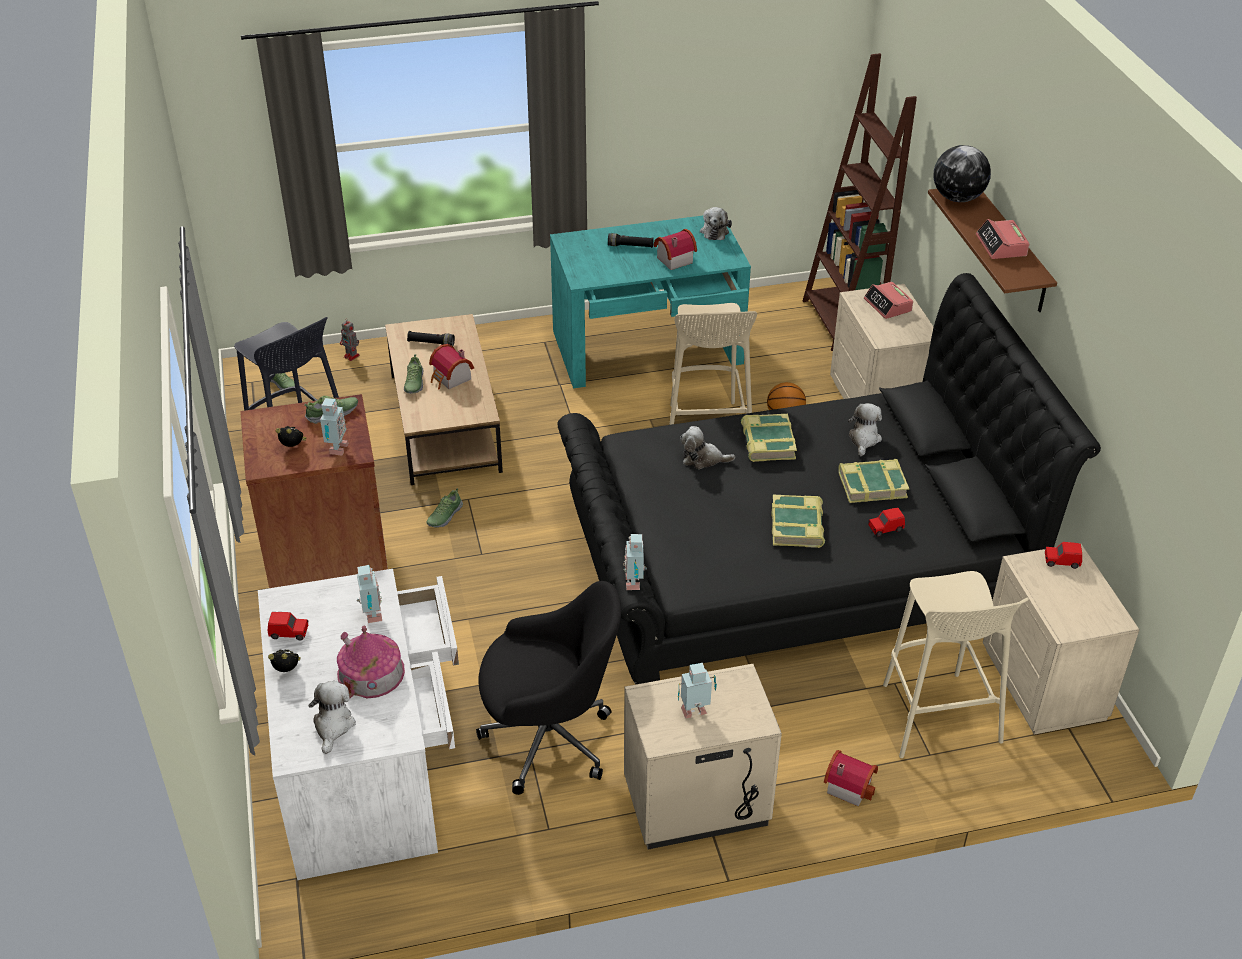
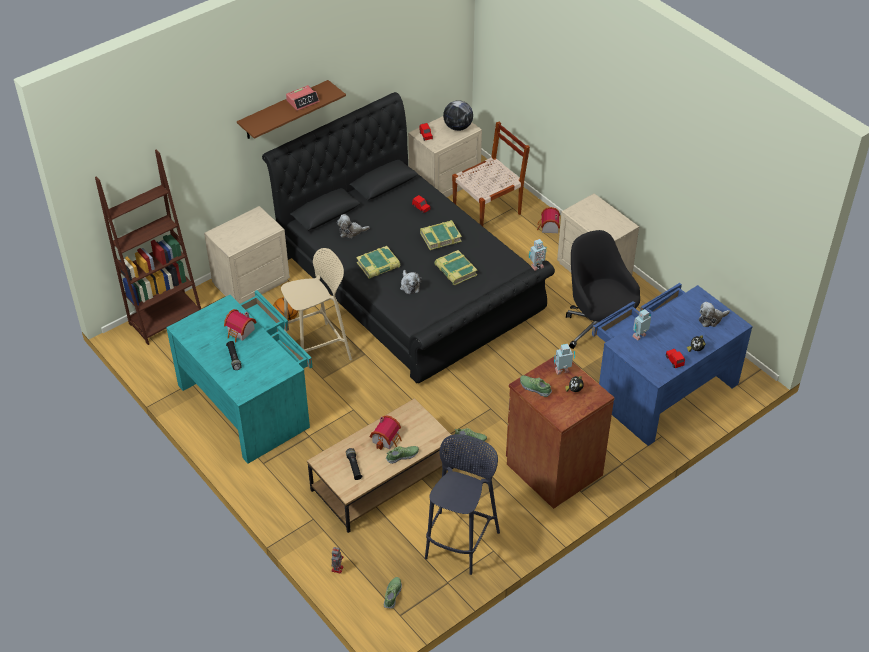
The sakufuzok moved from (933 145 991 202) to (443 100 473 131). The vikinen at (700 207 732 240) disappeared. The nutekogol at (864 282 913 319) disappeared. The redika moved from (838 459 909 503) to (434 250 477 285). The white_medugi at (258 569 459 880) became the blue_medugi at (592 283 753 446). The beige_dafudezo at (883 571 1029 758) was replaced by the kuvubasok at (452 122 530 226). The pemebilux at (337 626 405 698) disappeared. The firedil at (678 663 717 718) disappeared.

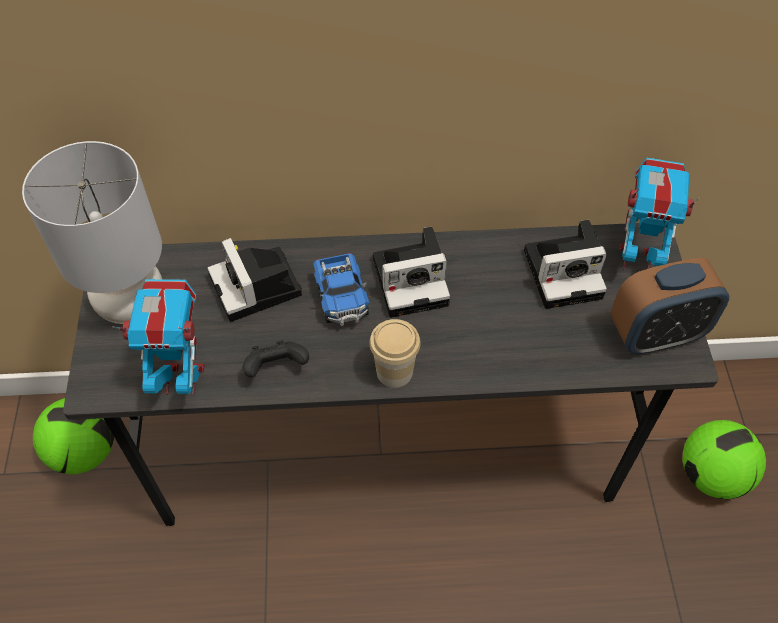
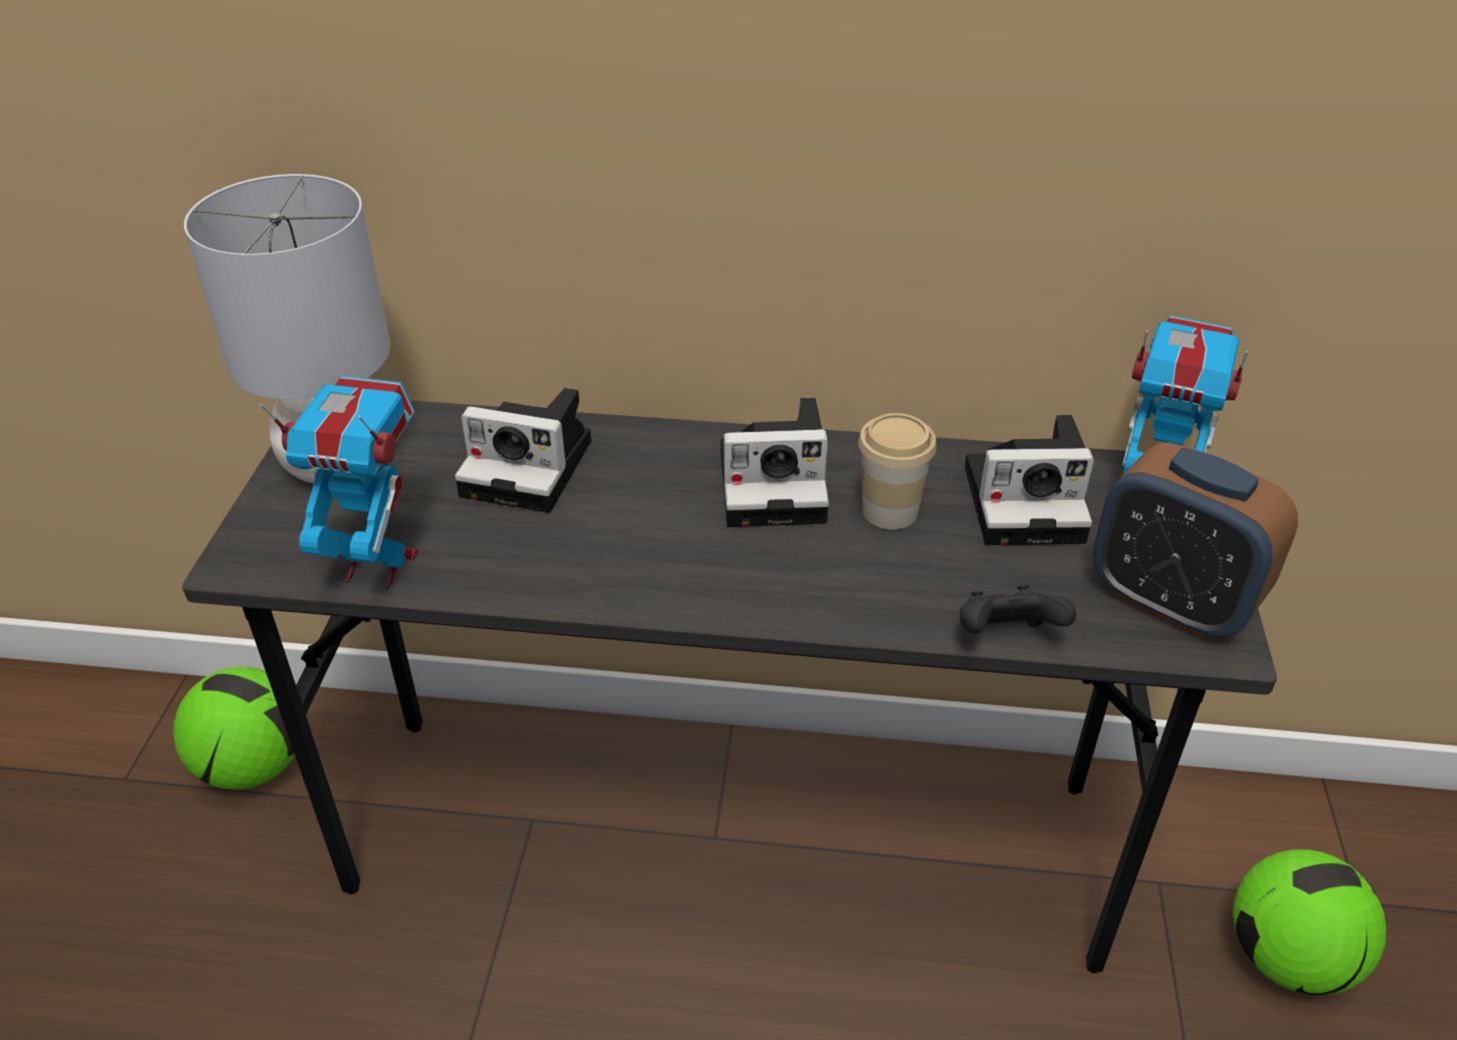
The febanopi at (207 238 302 322) turned 60 degrees counterclockwise. The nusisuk at (313 253 369 326) disappeared. The nutekogol at (610 257 729 354) turned 45 degrees clockwise. The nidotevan moved from (369 319 421 388) to (858 413 937 529). The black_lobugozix moved from (243 340 309 377) to (960 585 1076 634).

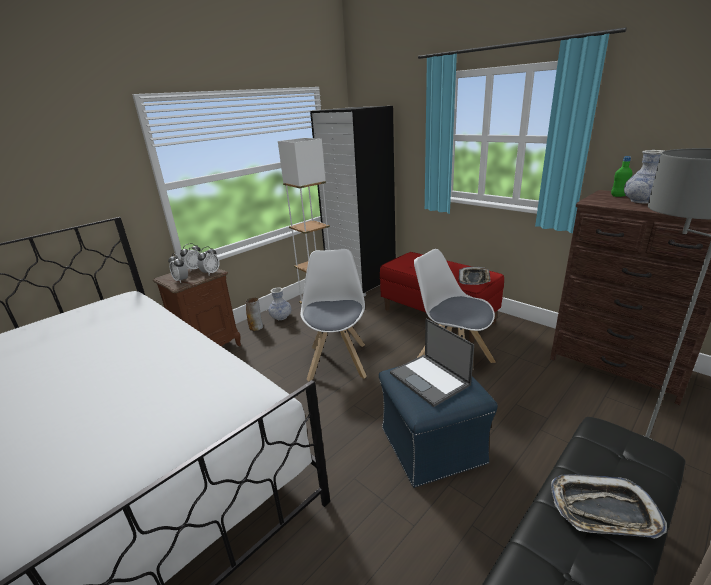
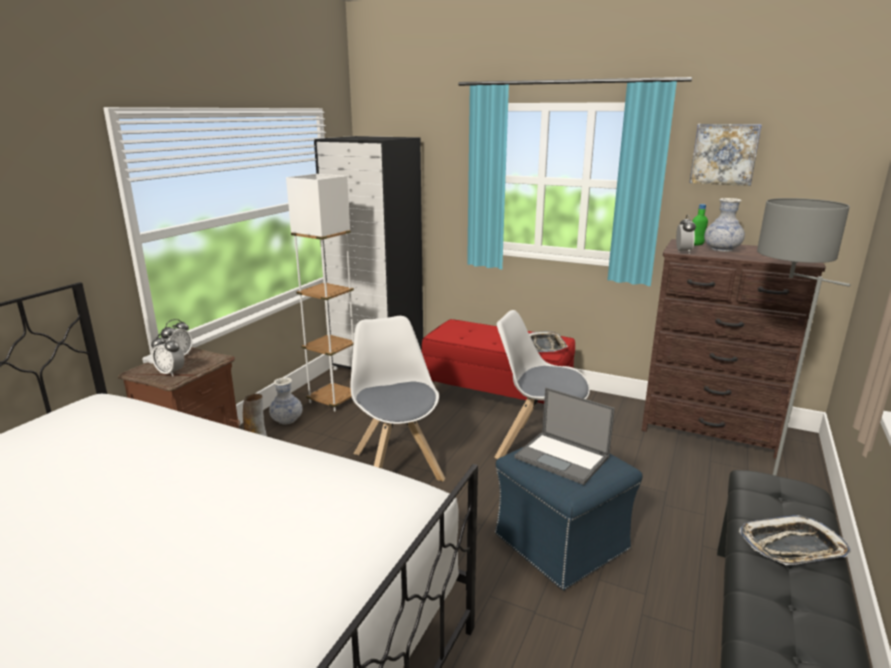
The nutekogol moved from (198 247 220 275) to (676 215 696 254). The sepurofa at (690 124 762 186) appeared.

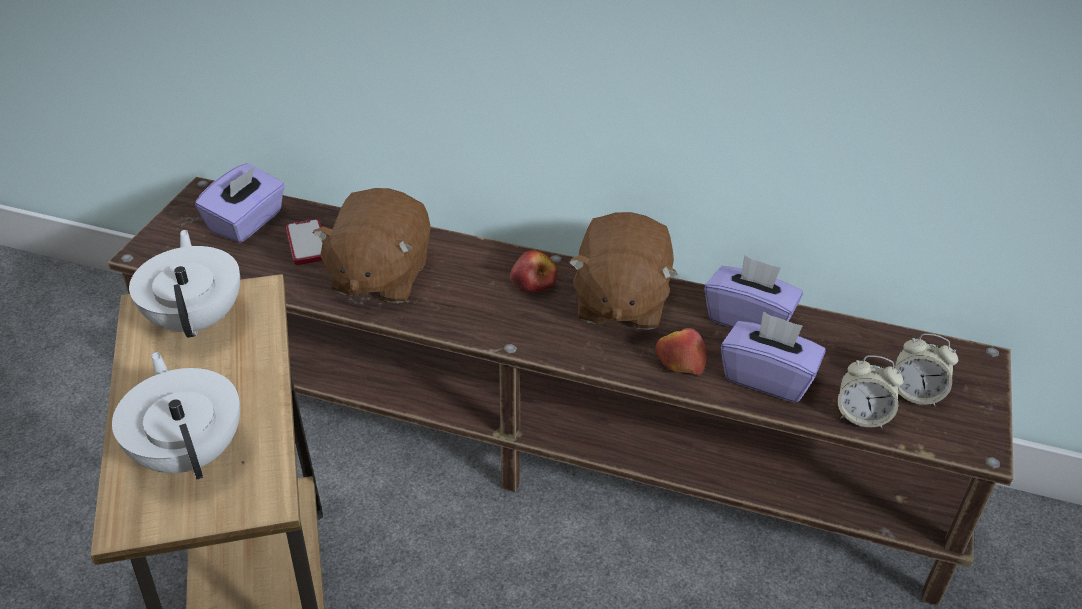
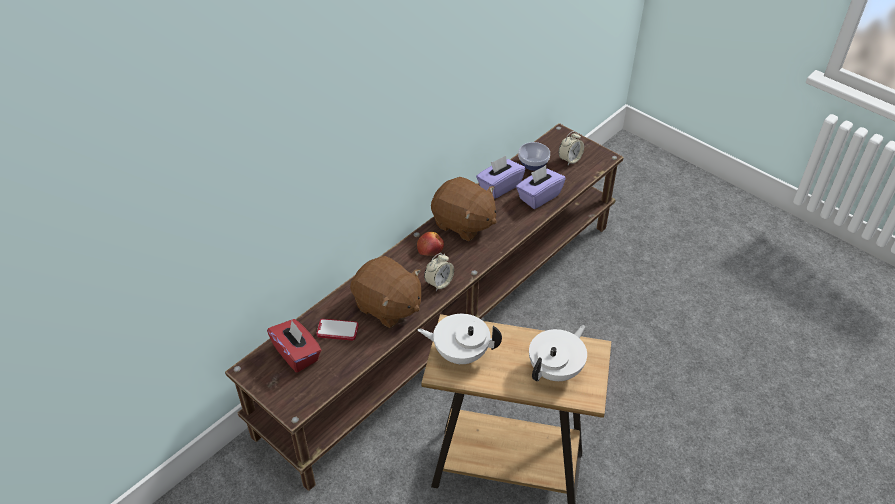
The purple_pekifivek at (195 163 285 243) became the red_pekifivek at (267 319 321 373). The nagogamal at (655 328 706 376) disappeared. The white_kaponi at (112 352 240 480) turned 135 degrees clockwise. The nutekogol moved from (837 356 904 428) to (424 253 454 291). The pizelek at (518 142 550 171) appeared.

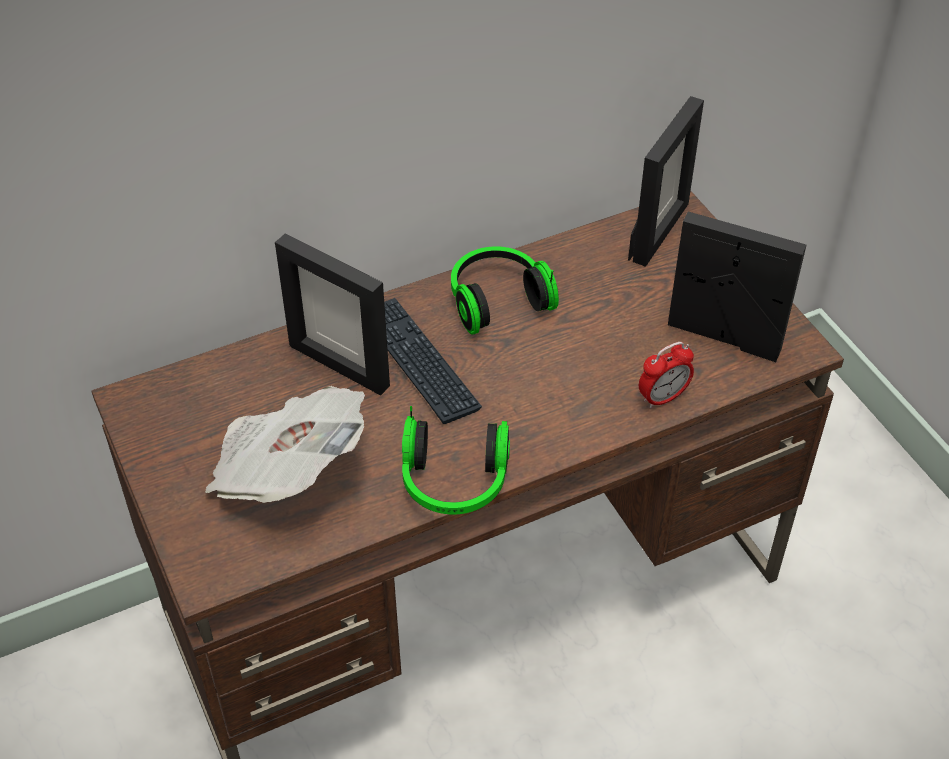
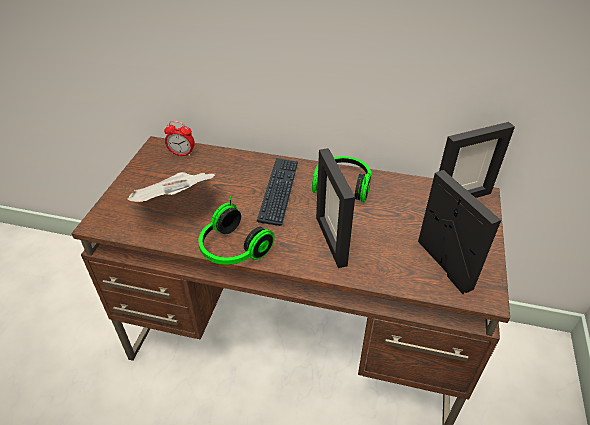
The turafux moved from (275 233 390 395) to (316 148 355 268). The nutekogol moved from (639 342 694 409) to (164 121 195 156).

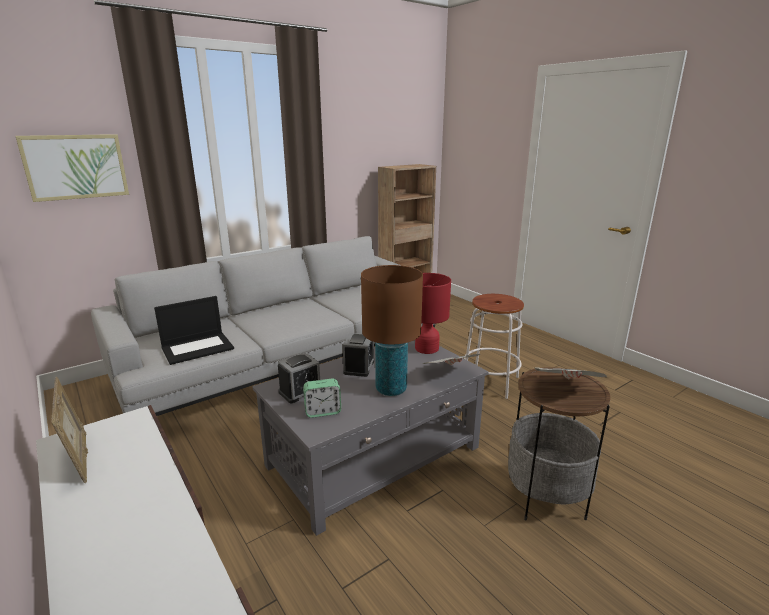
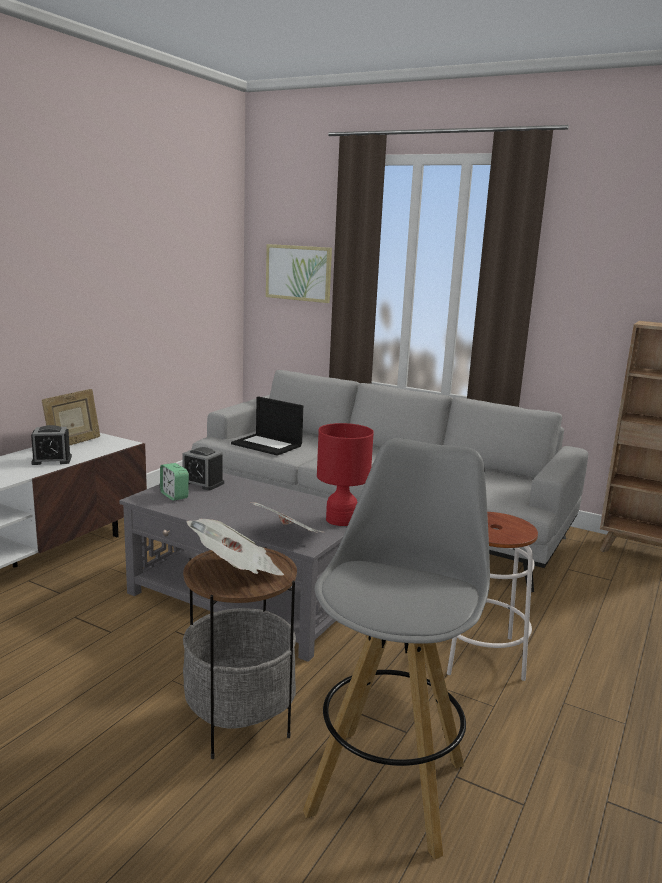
The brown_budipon at (361 265 423 396) disappeared. The nutekogol moved from (343 333 374 377) to (31 425 72 465). The grey_dafudezo at (303 438 490 860) appeared.

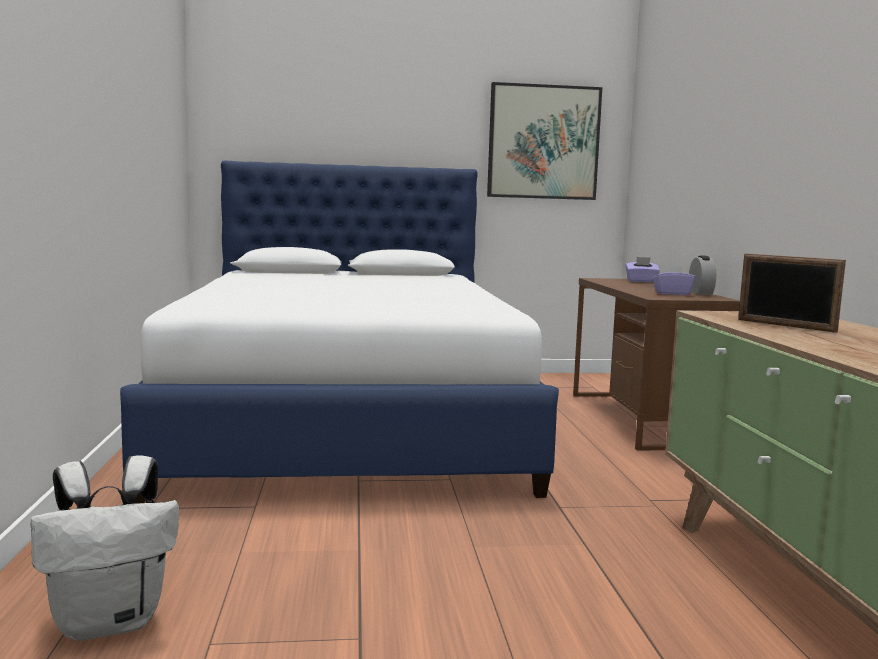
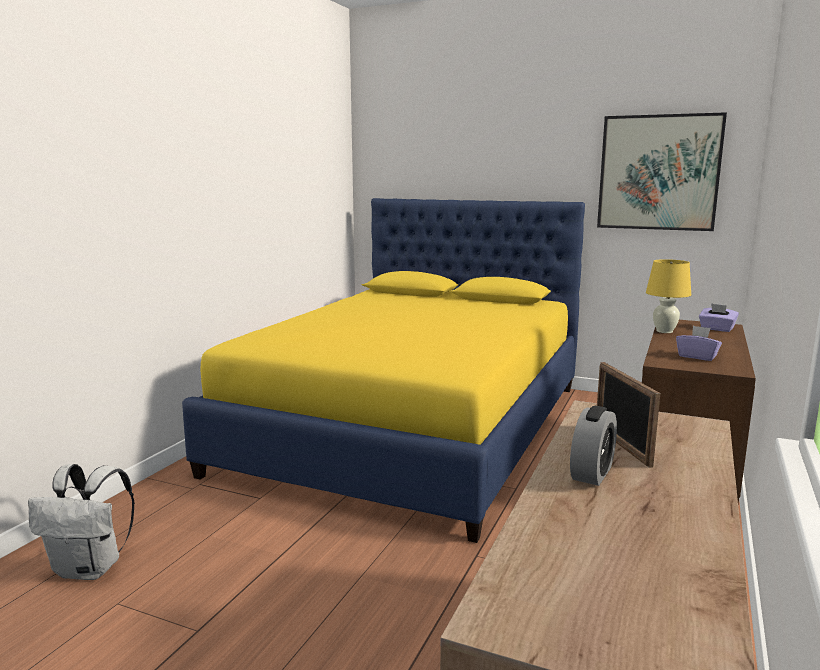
The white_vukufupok at (120 161 559 504) became the yellow_vukufupok at (182 198 585 543). The nutekogol moved from (689 256 716 295) to (570 406 617 486). The yellow_budipon at (646 259 691 333) appeared.

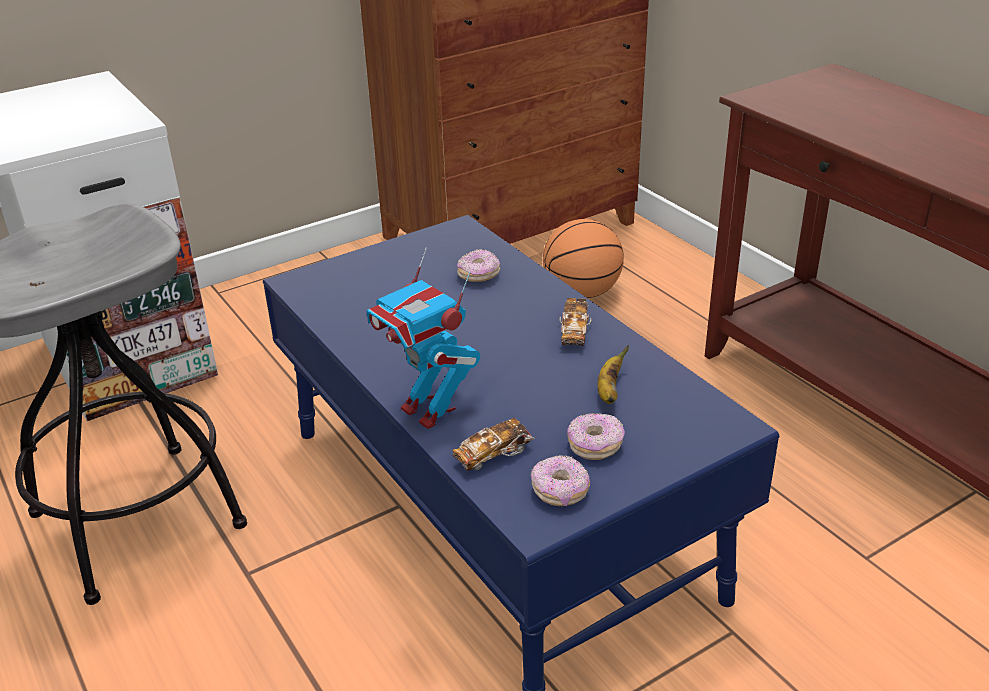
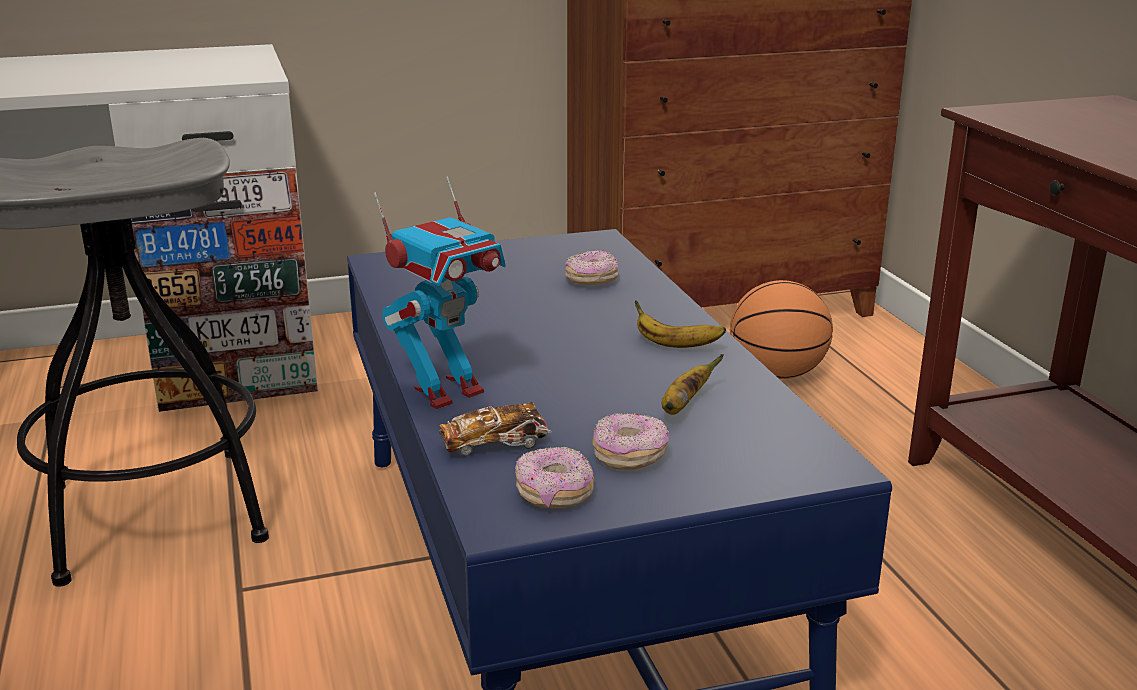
The firedil at (367 247 480 429) turned 105 degrees counterclockwise. The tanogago at (559 298 592 346) was replaced by the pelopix at (635 301 726 348).

